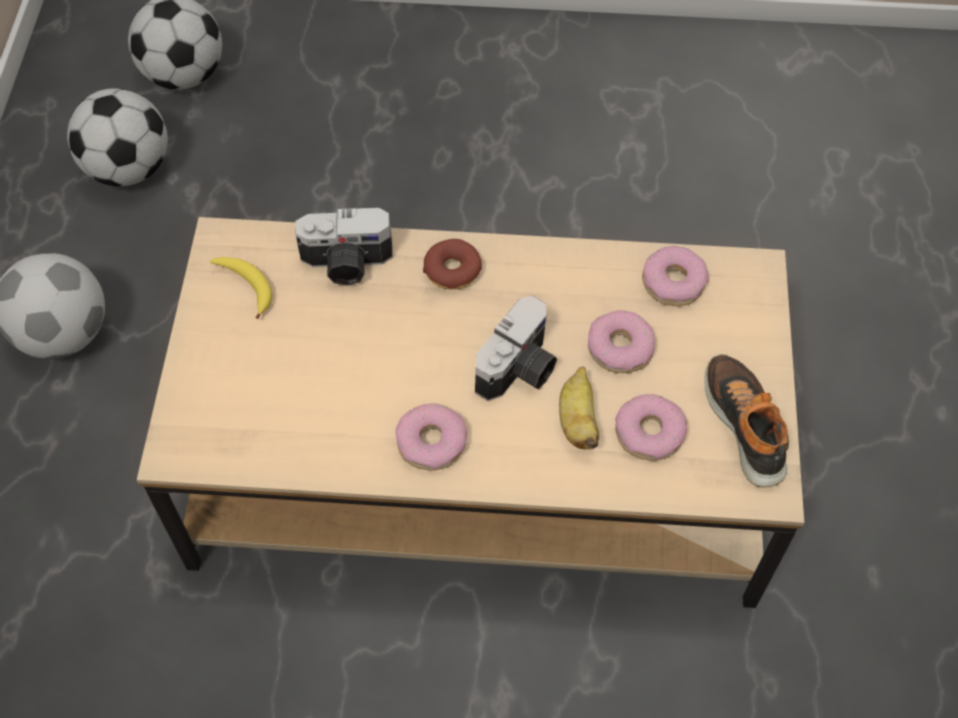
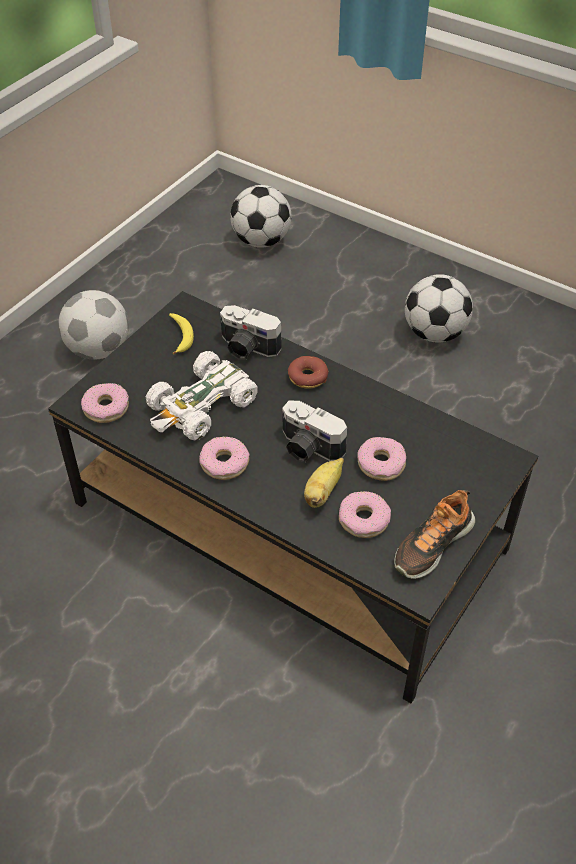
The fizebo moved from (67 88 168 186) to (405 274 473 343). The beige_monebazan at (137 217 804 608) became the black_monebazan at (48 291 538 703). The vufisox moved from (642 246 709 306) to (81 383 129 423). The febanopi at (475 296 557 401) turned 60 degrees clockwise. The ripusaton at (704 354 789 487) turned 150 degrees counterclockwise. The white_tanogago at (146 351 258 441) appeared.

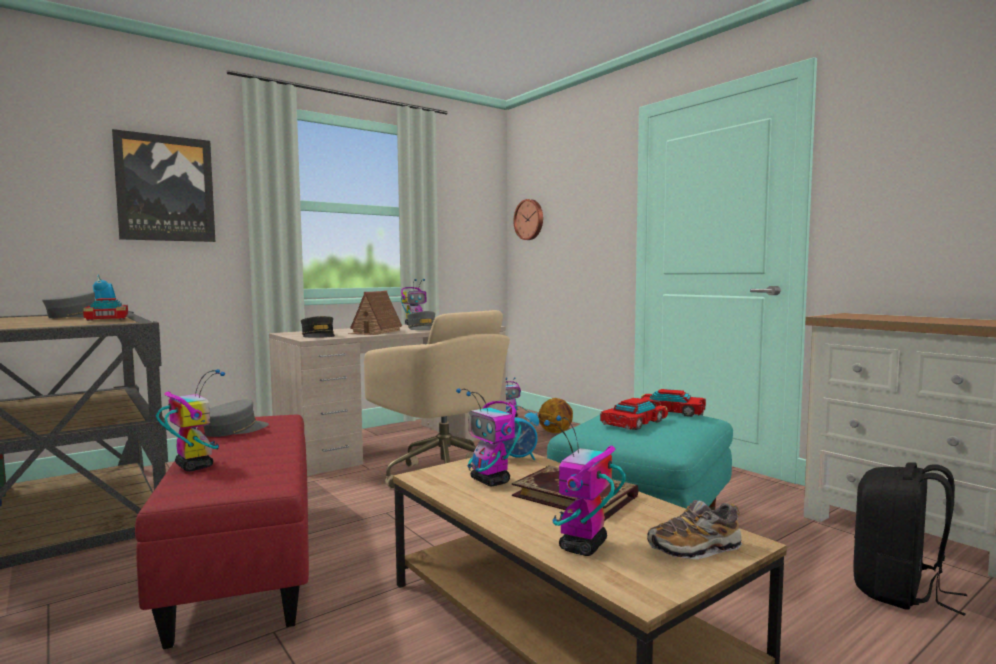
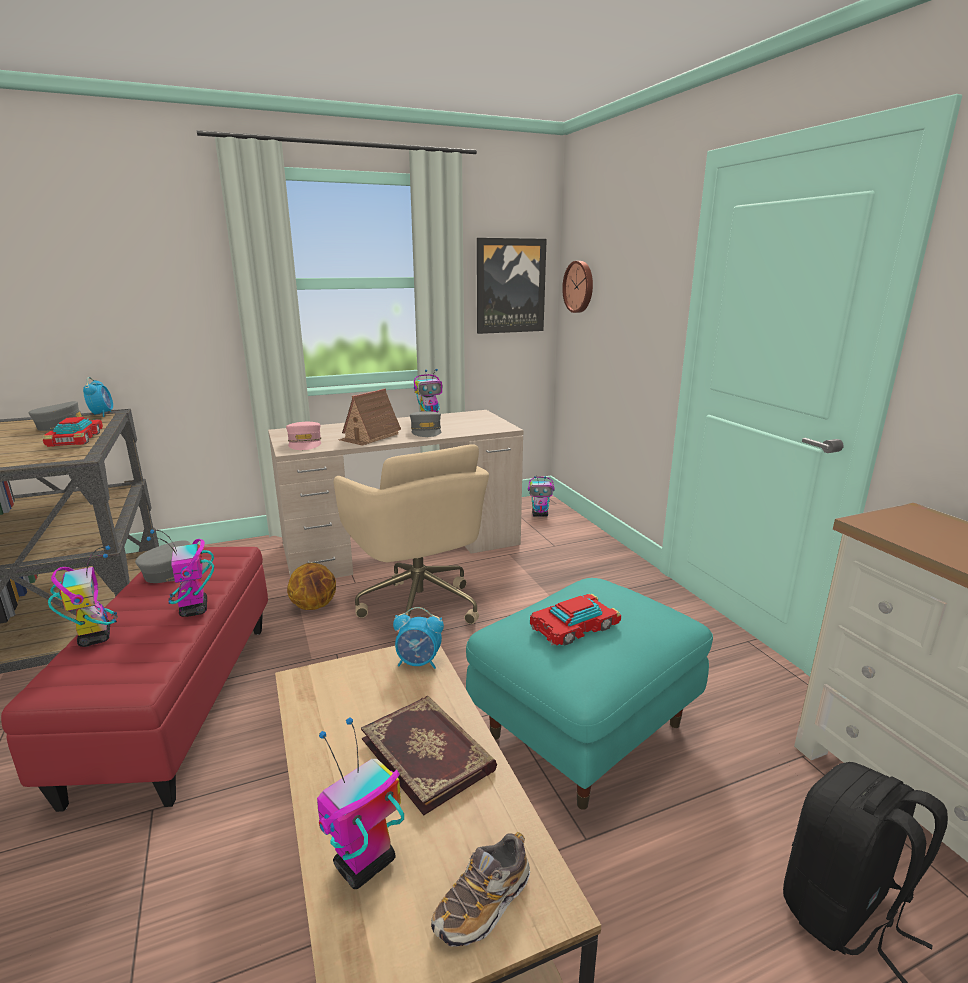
The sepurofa moved from (112 129 215 242) to (477 238 547 334). The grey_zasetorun at (301 316 335 338) became the pink_zasetorun at (286 422 321 450). The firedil moved from (456 388 521 486) to (147 530 214 617). The tanogago at (640 389 706 417) disappeared. The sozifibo moved from (538 398 573 433) to (287 563 336 610). The ripusaton at (647 500 743 559) turned 45 degrees counterclockwise.

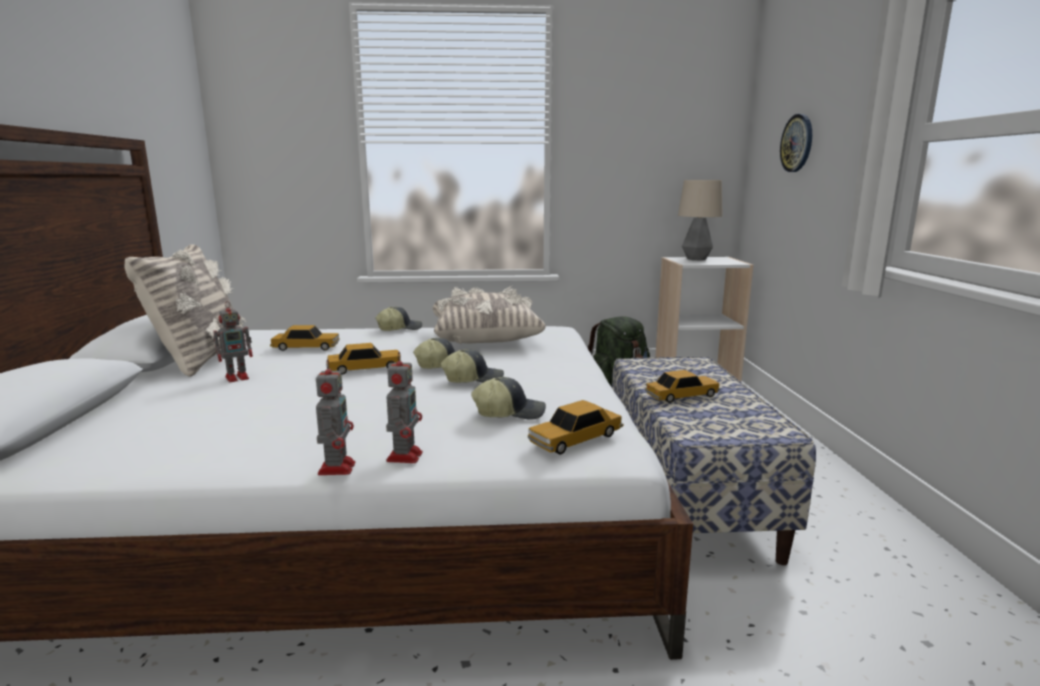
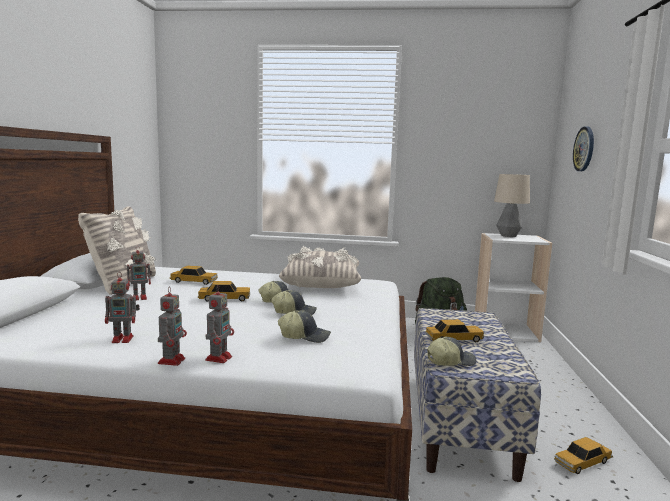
The zasetorun moved from (375 307 422 331) to (427 336 477 366). The tanogago moved from (528 400 623 455) to (554 437 613 474). The firedil at (105 272 140 343) appeared.

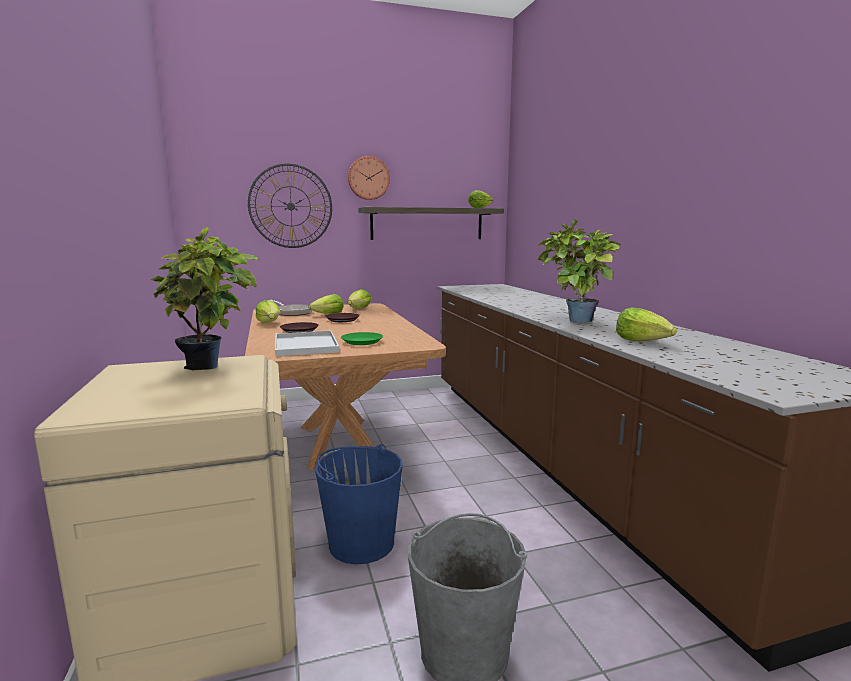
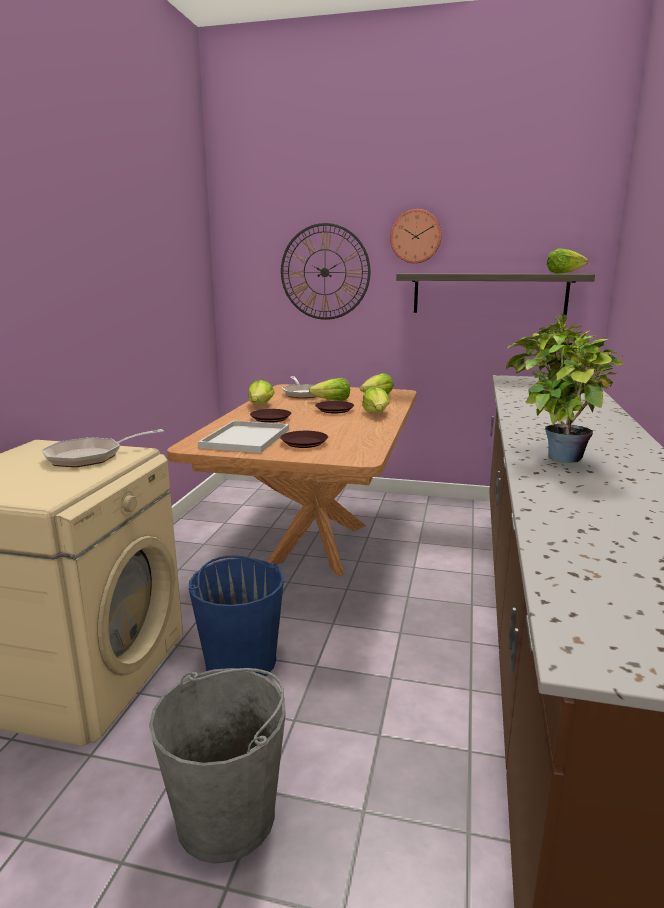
The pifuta at (150 227 260 370) was replaced by the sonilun at (41 429 164 467). The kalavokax moved from (616 307 677 342) to (362 387 390 413). The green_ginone at (341 332 383 345) became the brown_ginone at (280 431 328 448).

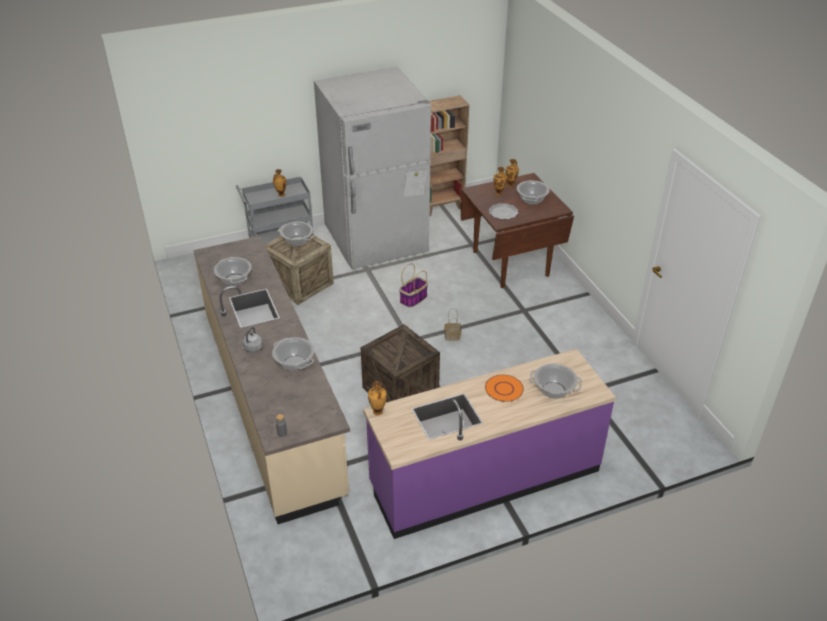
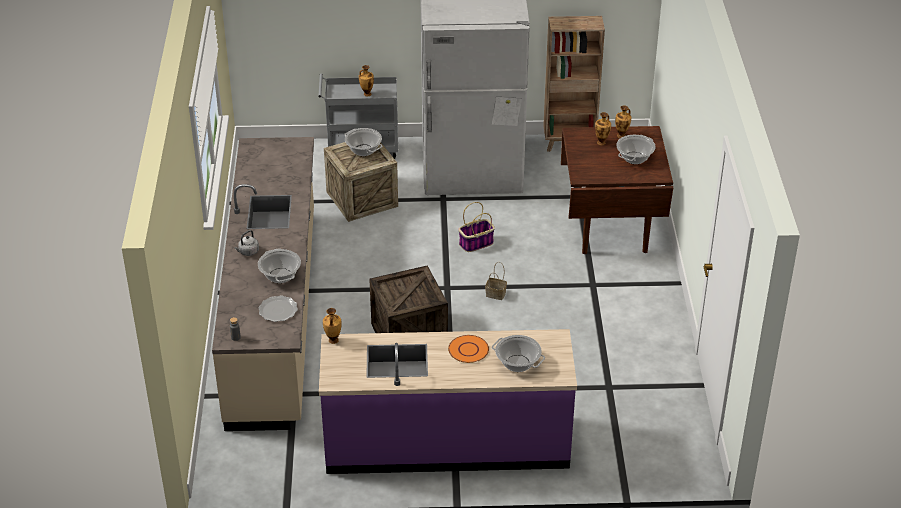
The ginone moved from (489 203 518 219) to (258 296 298 322). The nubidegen at (214 257 252 286) disappeared.

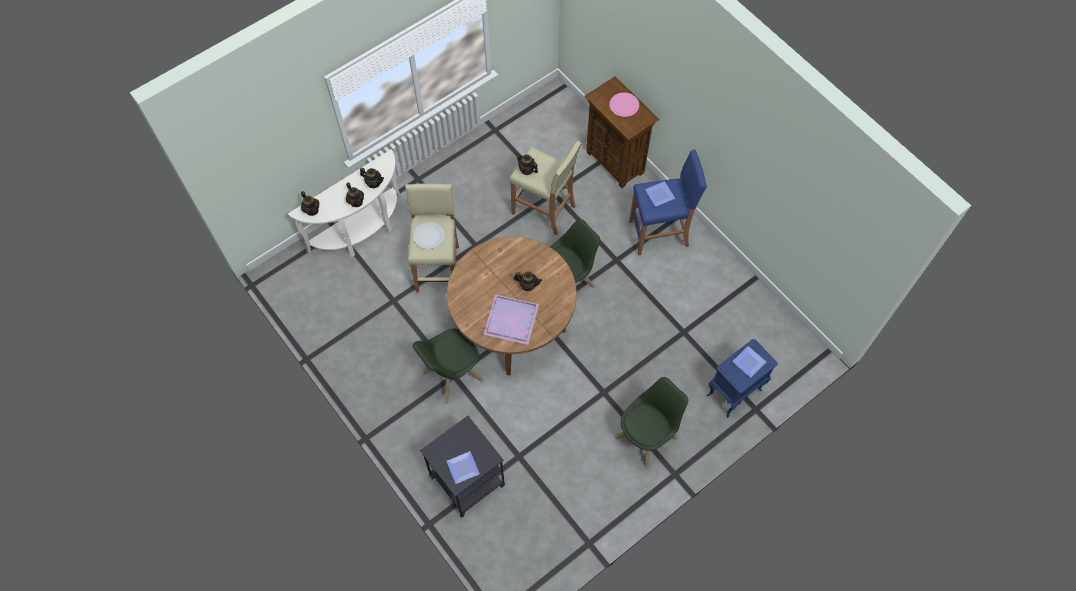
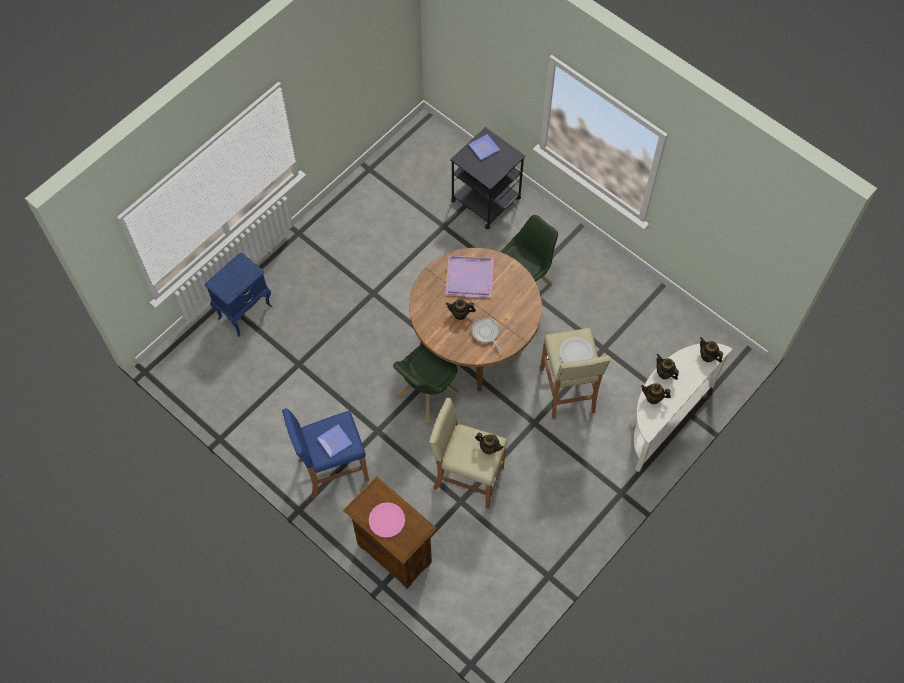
The ginone at (732 346 766 378) disappeared. The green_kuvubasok at (615 377 688 469) disappeared. The sonilun at (472 318 503 352) appeared.

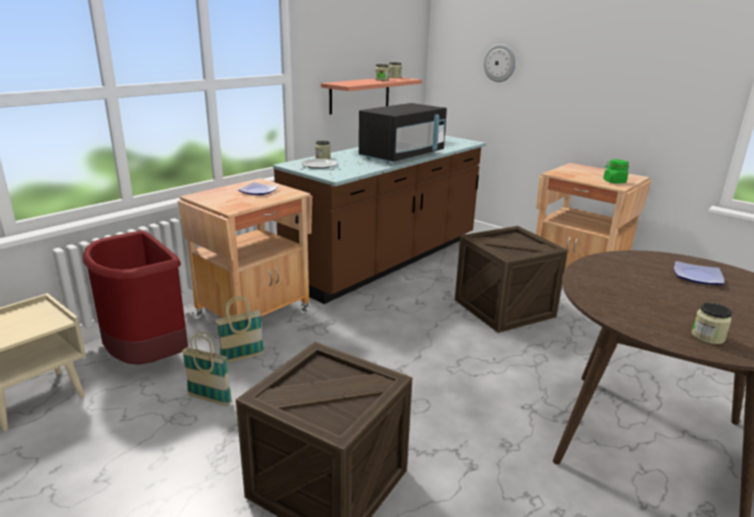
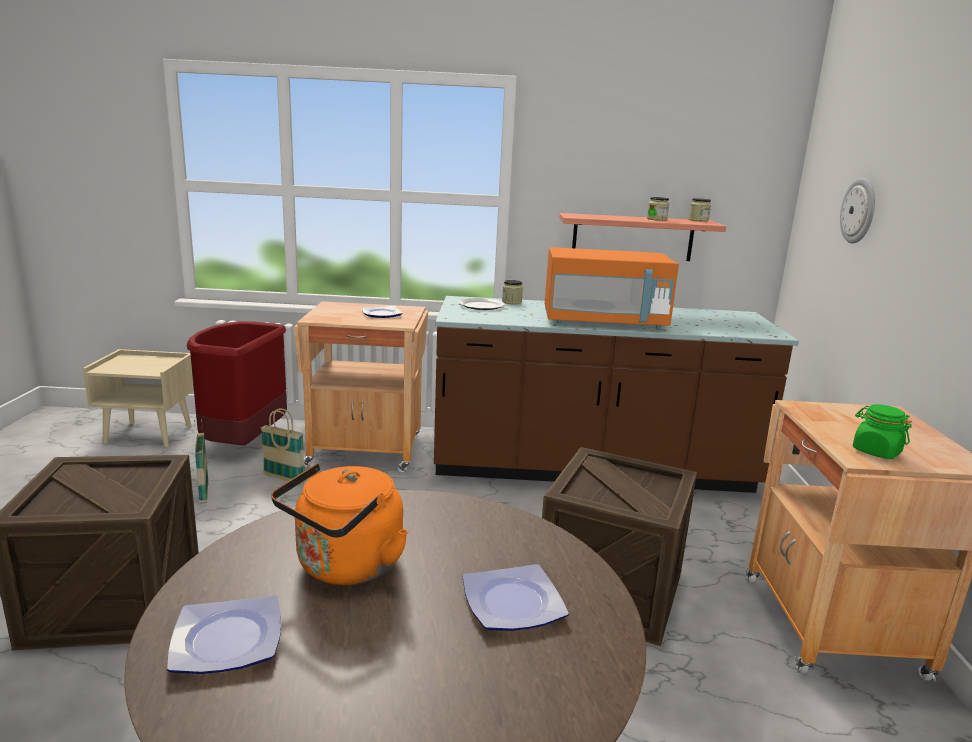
The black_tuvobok at (359 103 447 163) became the orange_tuvobok at (545 247 679 329). The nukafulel at (692 303 732 344) was replaced by the ginone at (167 595 281 674). The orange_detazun at (271 463 408 585) appeared.

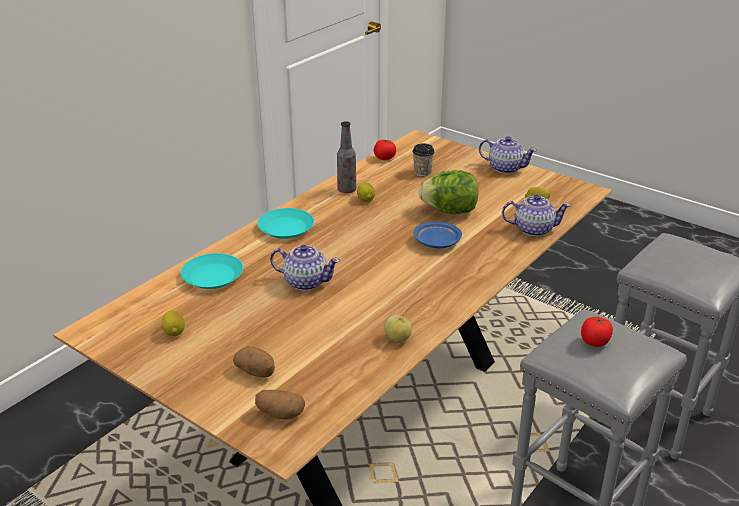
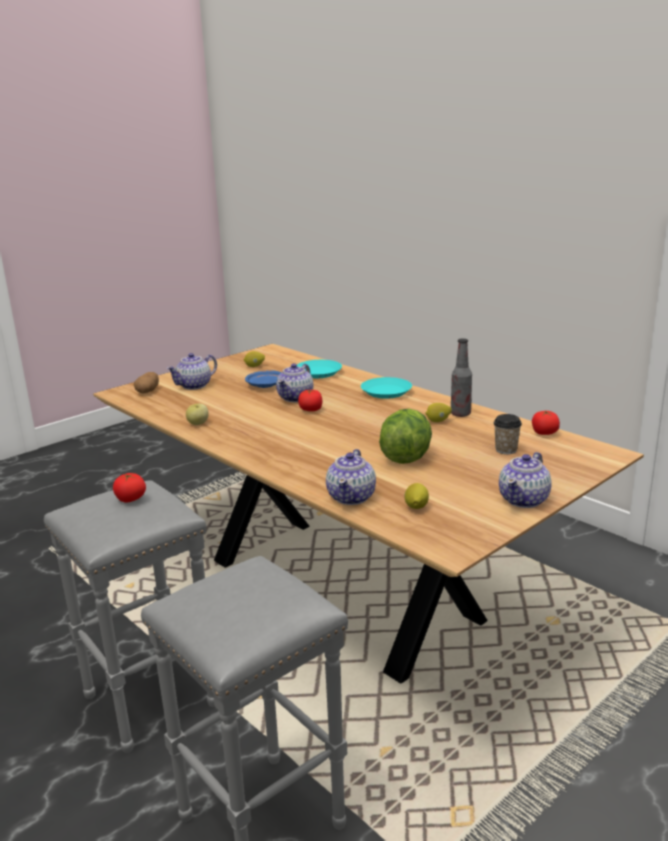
The blue_ginone moved from (413 221 462 248) to (245 370 282 388). The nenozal at (233 346 275 378) was replaced by the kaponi at (166 353 217 390). The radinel at (298 390 322 411) appeared.

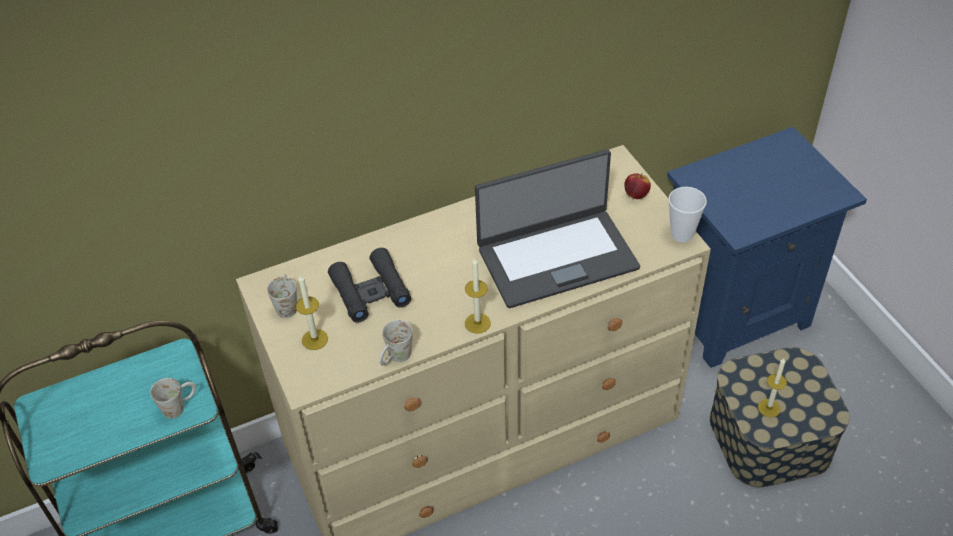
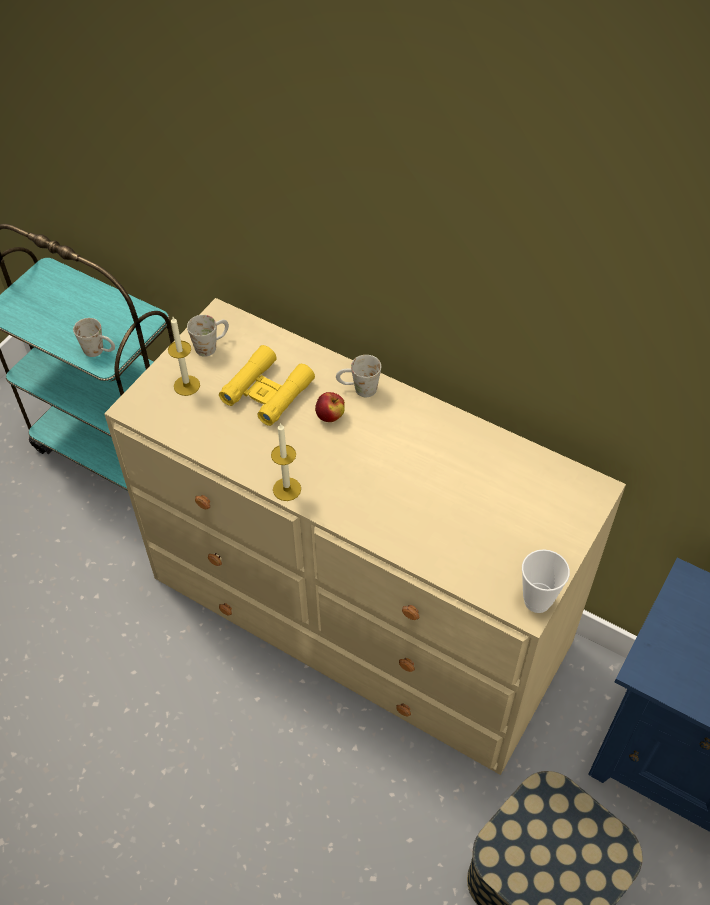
The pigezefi at (475 149 640 308) disappeared. The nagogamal moved from (624 173 651 199) to (315 392 345 422). The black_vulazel at (328 248 411 323) became the yellow_vulazel at (219 345 315 426). The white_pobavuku moved from (379 320 413 365) to (336 355 381 397). The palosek at (758 358 787 417) disappeared.

